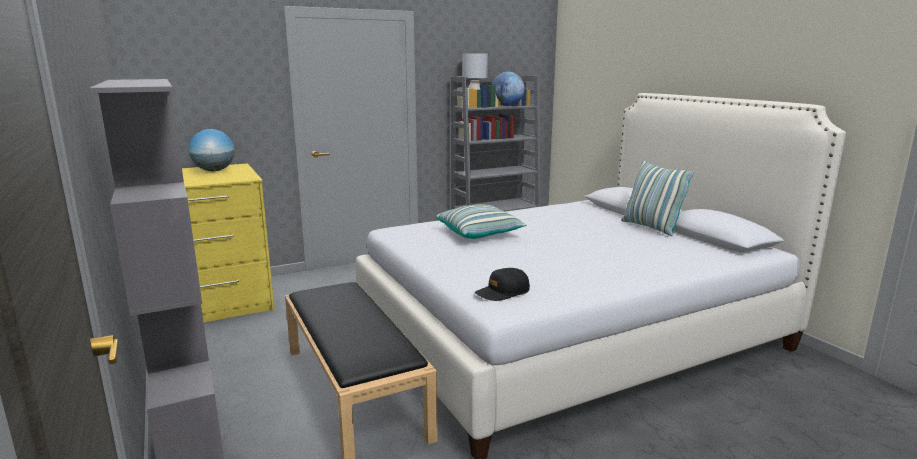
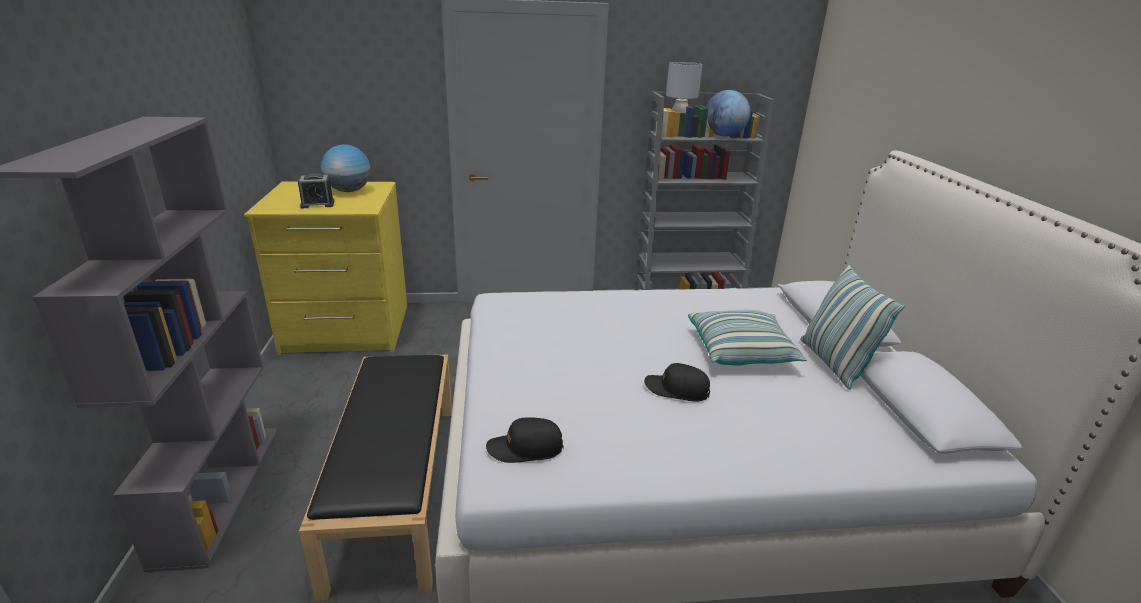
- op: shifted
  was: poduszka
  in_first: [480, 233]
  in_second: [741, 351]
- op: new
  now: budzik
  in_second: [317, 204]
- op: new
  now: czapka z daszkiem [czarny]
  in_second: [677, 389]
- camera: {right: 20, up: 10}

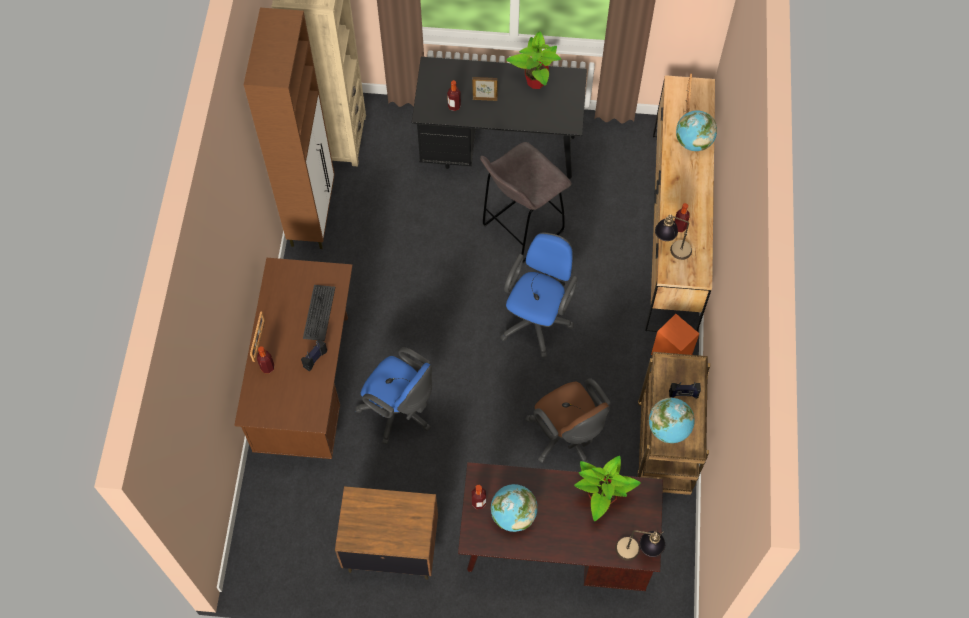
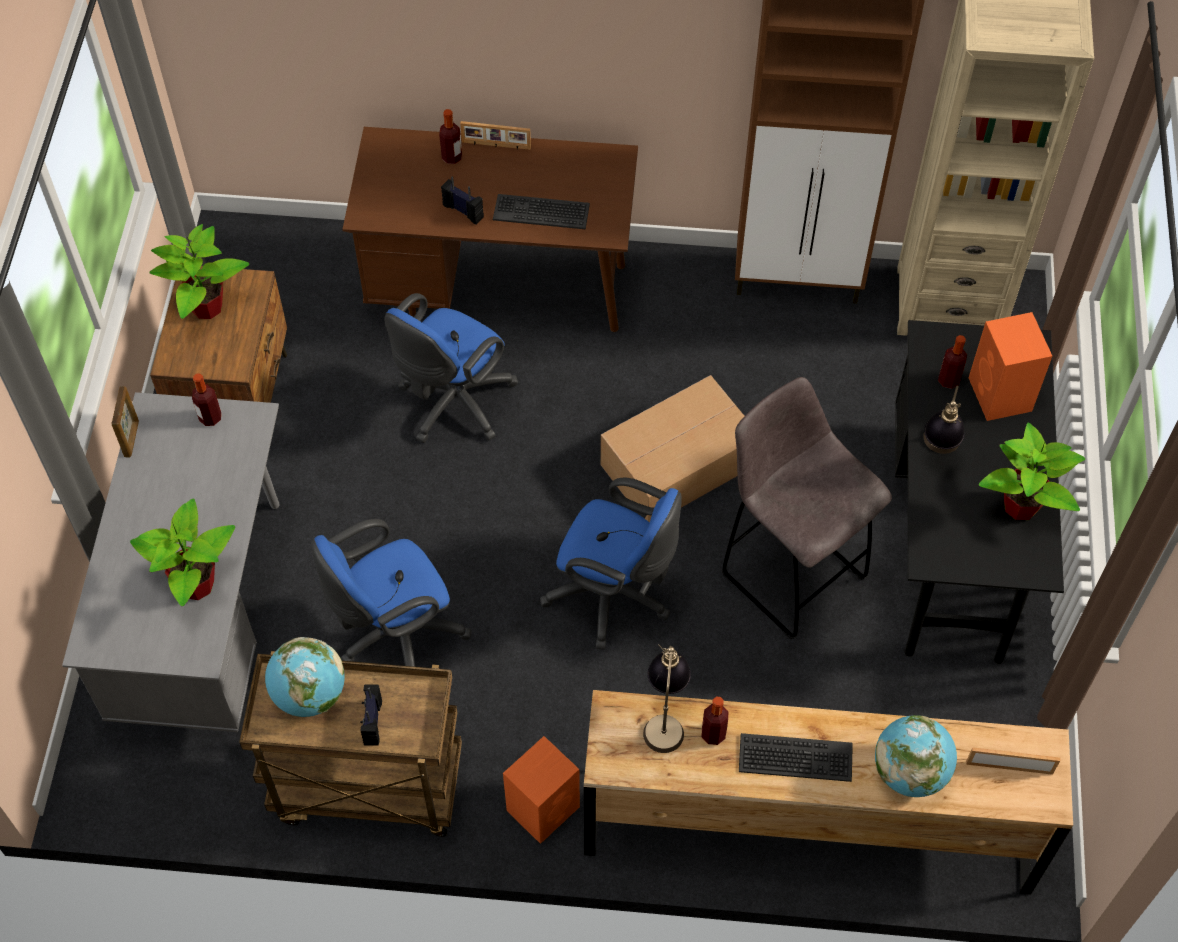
- op: shifted
  was: ramka na zdjęcie
  in_first: [485, 98]
  in_second: [132, 438]
- op: repainted
  was: krzesło biurowe [brązowy]
  now: krzesło biurowe [niebieski]
  in_first: [566, 437]
  in_second: [396, 635]
- op: repainted
  was: biurko [brązowy]
  now: biurko [szary]
  in_first: [555, 550]
  in_second: [207, 615]
- op: gone
  was: globus
  in_first: [513, 515]
- op: shifted
  was: lampa stołowa
  in_first: [637, 552]
  in_second: [938, 451]
- op: new
  now: roślina doniczkowa
  in_second: [206, 307]
- op: new
  now: głośnik [pomarańczowy]
  in_second: [1000, 396]
- op: new
  now: karton
  in_second: [680, 464]
- op: new
  now: klawiatura
  in_second: [795, 759]
- camera: {right: 90, up: -5}

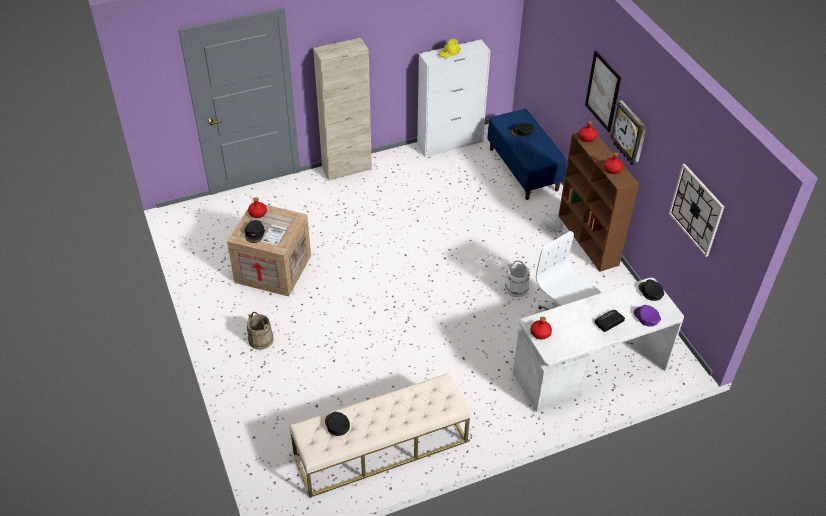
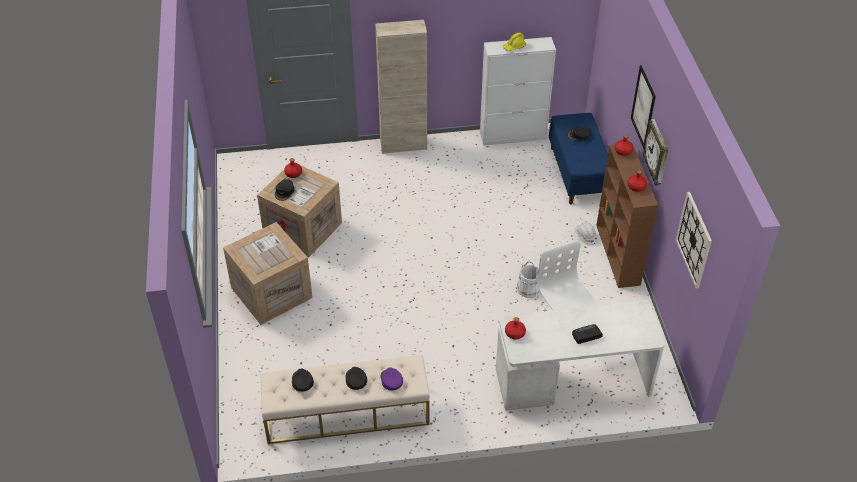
- op: shifted
  was: czapka z daszkiem [czarny]
  in_first: [650, 292]
  in_second: [355, 379]
- op: shifted
  was: czapka z daszkiem [fioletowy]
  in_first: [646, 317]
  in_second: [391, 380]
- op: swapped
  was: wiadro [beżowy]
  now: skrzynka
  in_first: [260, 339]
  in_second: [270, 292]
- camera: {right: 15, up: 0}

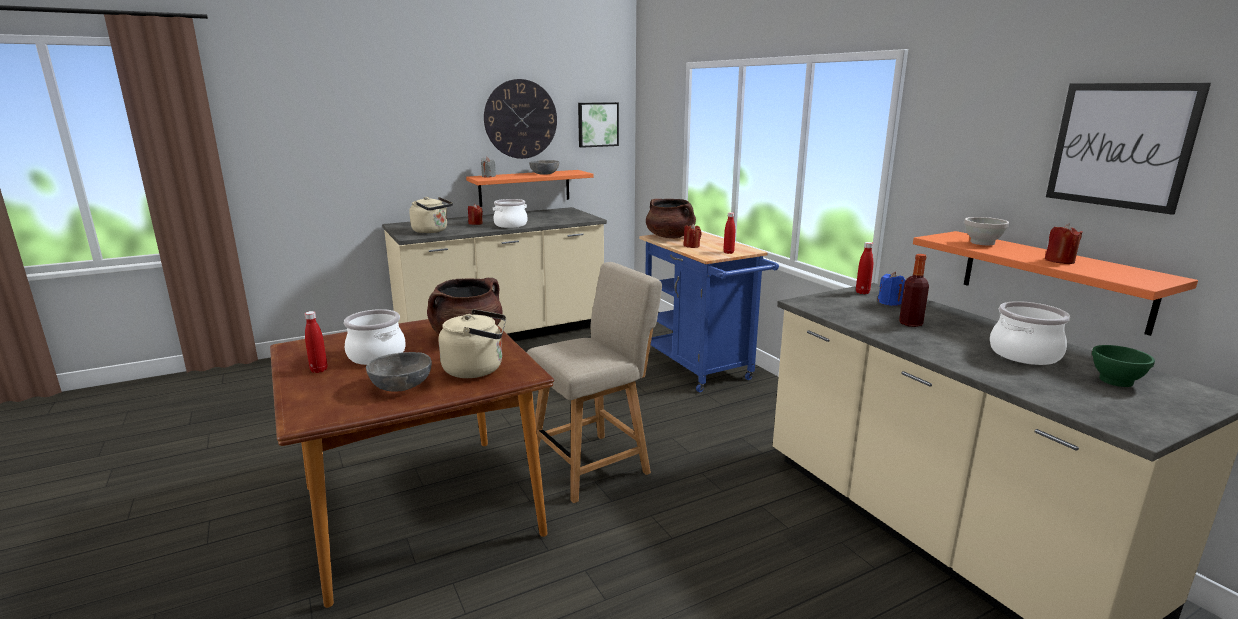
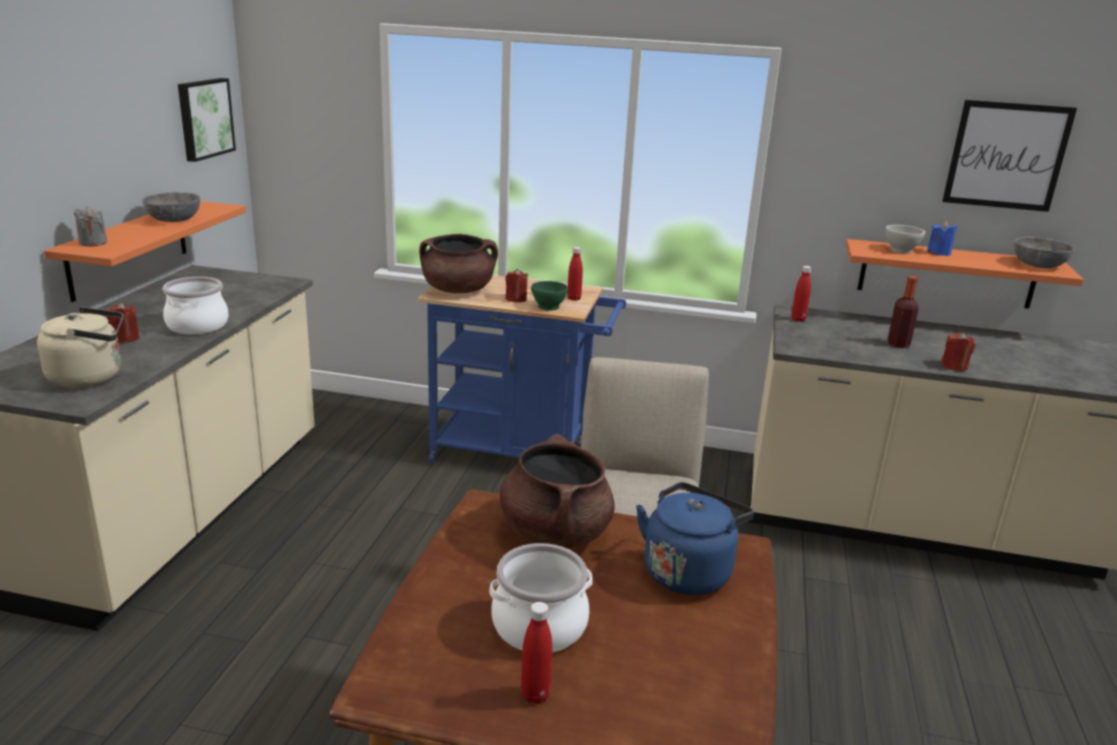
- op: gone
  was: zegar ścienny
  in_first: [520, 119]
- op: shifted
  was: świeca [czerwony]
  in_first: [1059, 261]
  in_second: [954, 366]
- op: shifted
  was: świeca [niebieski]
  in_first: [889, 302]
  in_second: [938, 253]
- op: gone
  was: garnek
  in_first: [1023, 354]
- op: repainted
  was: czajnik [beżowy]
  now: czajnik [niebieski]
  in_first: [477, 369]
  in_second: [688, 571]
- op: shifted
  was: miska [zielony]
  in_first: [1116, 381]
  in_second: [548, 307]
- op: shifted
  was: miska [szary]
  in_first: [402, 386]
  in_second: [1038, 265]
- camera: {right: -50, up: 5}

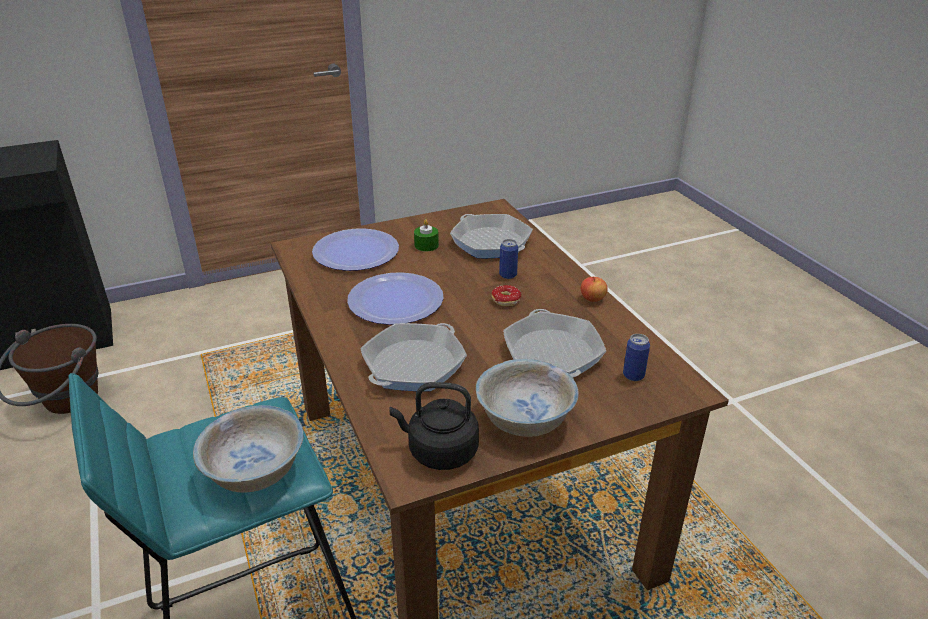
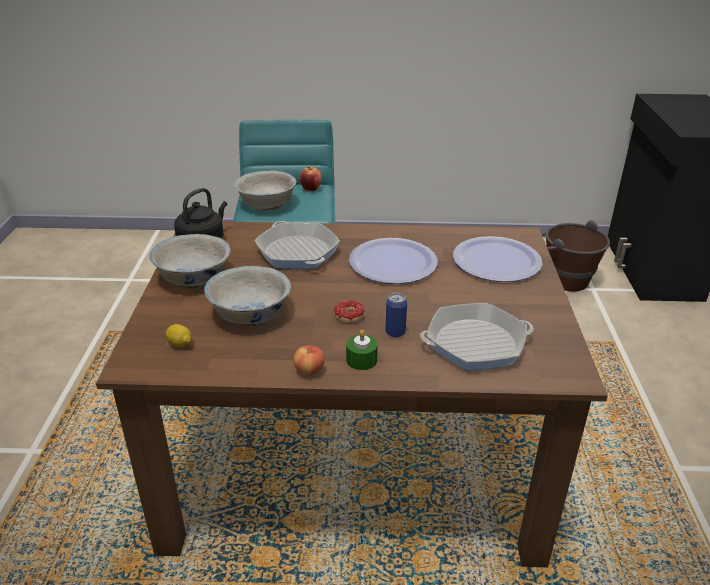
- op: shifted
  was: świeca [zielony]
  in_first: [426, 245]
  in_second: [361, 360]
- op: swapped
  was: patelnia
  now: miska [biały]
  in_first: [552, 353]
  in_second: [250, 314]
- op: swapped
  was: puszka
  now: cytryna
  in_first: [633, 375]
  in_second: [179, 344]
- op: new
  now: jabłko
  in_second: [311, 189]
- camera: {right: 115, up: 0}

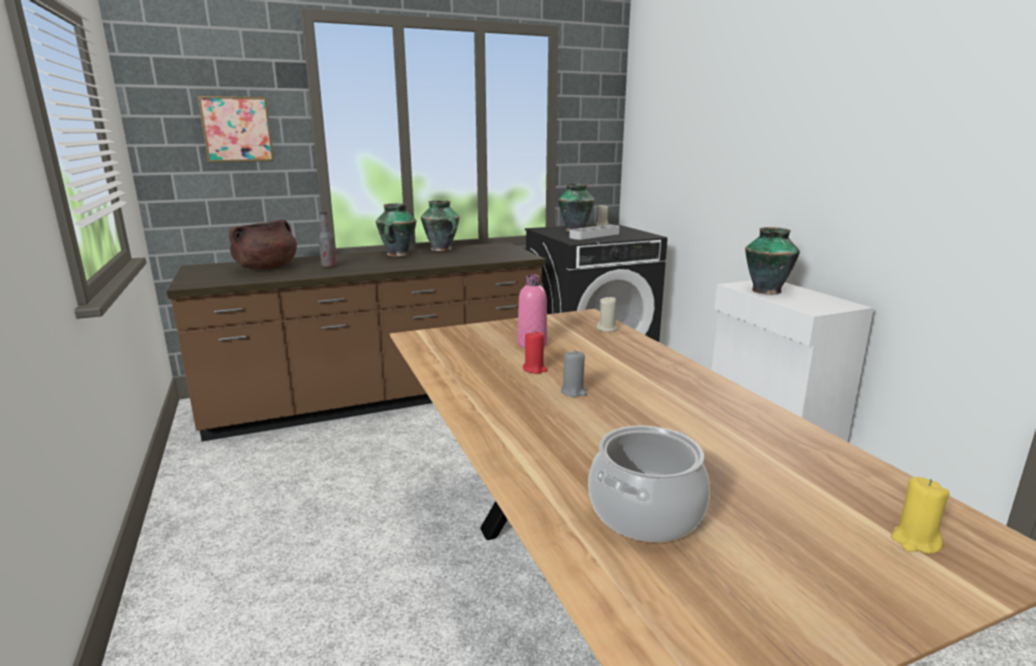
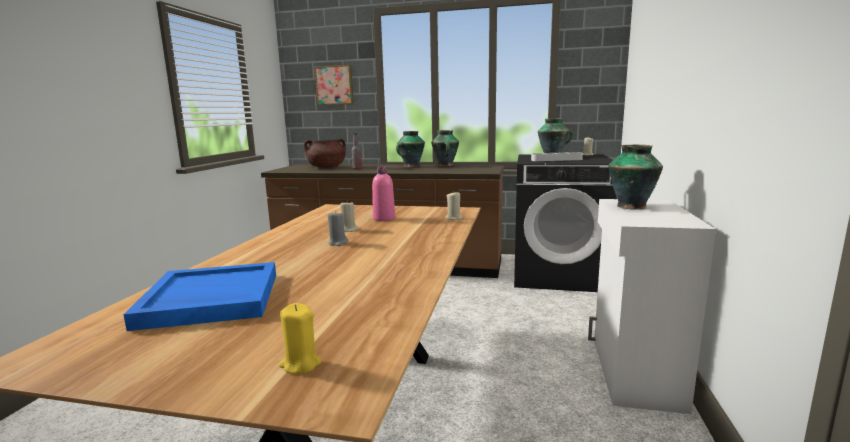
- op: repainted
  was: świeca [czerwony]
  now: świeca [beżowy]
  in_first: [534, 369]
  in_second: [349, 230]
- op: swapped
  was: garnek
  now: taca [niebieski]
  in_first: [646, 513]
  in_second: [210, 299]
- camera: {right: 35, up: -5}

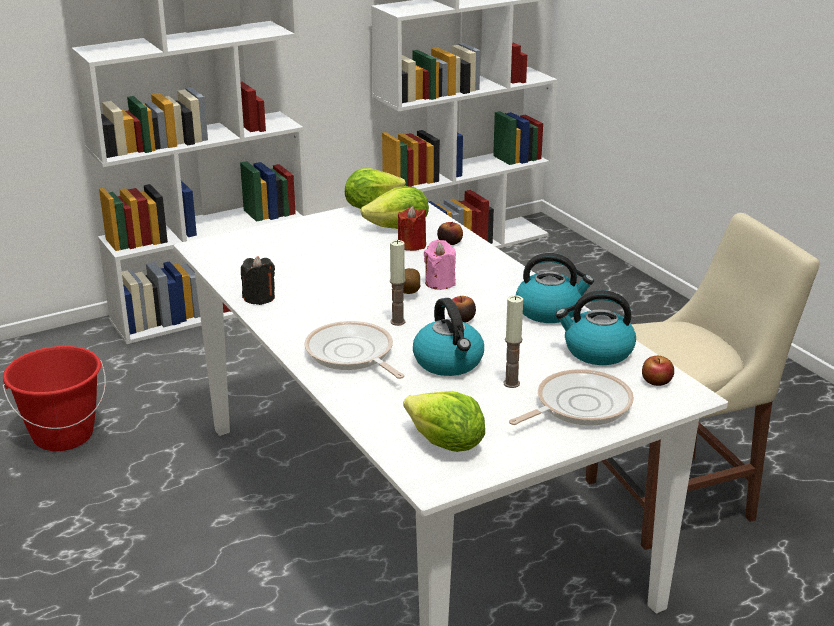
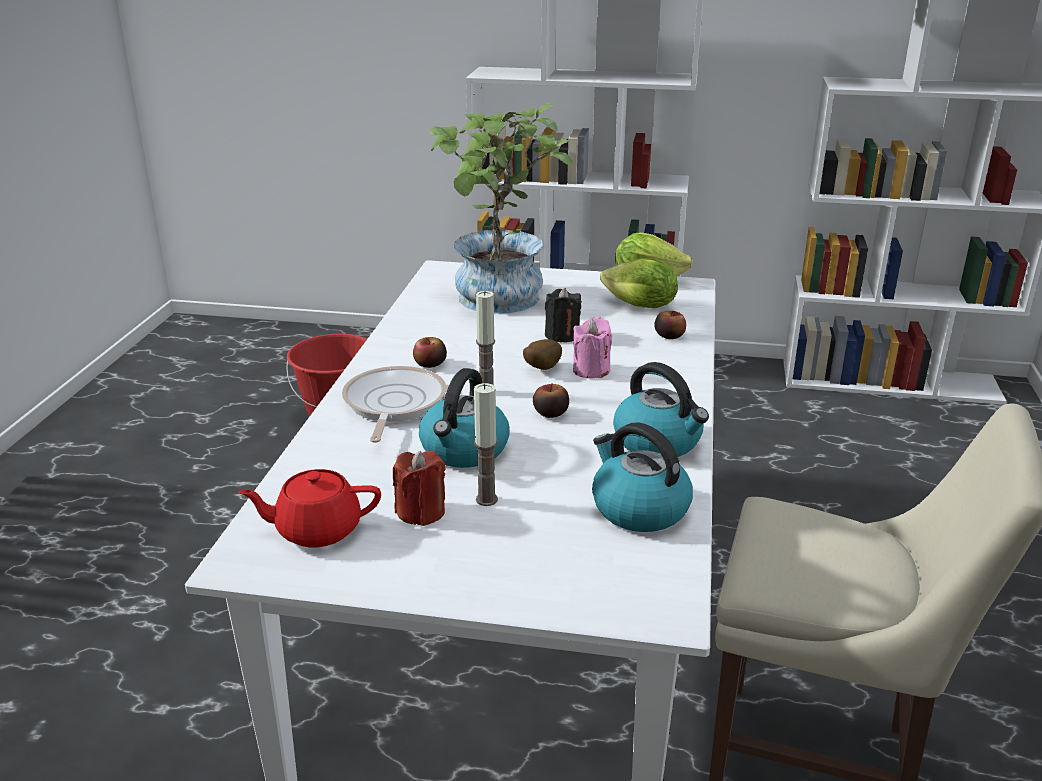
- op: shifted
  was: świeca [czerwony]
  in_first: [412, 245]
  in_second: [421, 512]
- op: shifted
  was: świeca [czarny]
  in_first: [259, 298]
  in_second: [562, 335]
- op: shifted
  was: jabłko
  in_first: [657, 381]
  in_second: [430, 364]
- op: gone
  was: patelnia
  in_first: [578, 406]
- op: swapped
  was: sałata
  now: imbryk [czerwony]
  in_first: [445, 444]
  in_second: [317, 530]
- op: new
  now: roślina doniczkowa
  in_second: [499, 302]
- camera: {right: 40, up: 0}

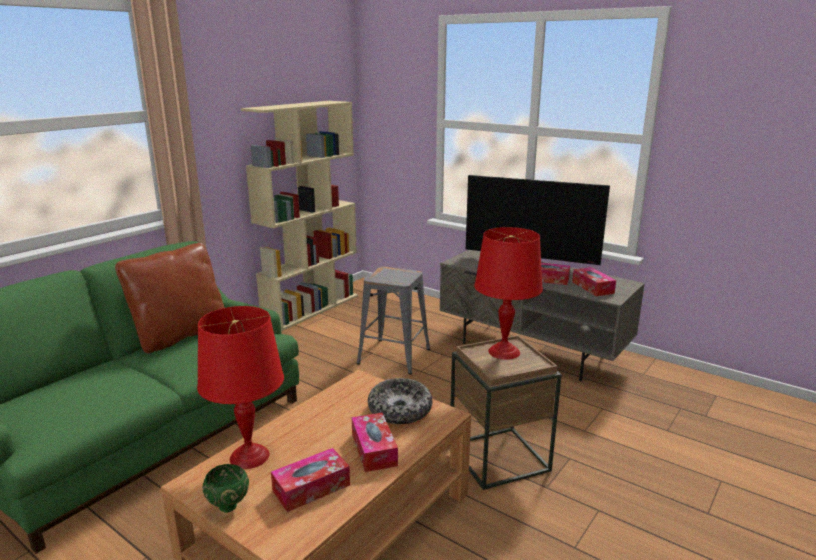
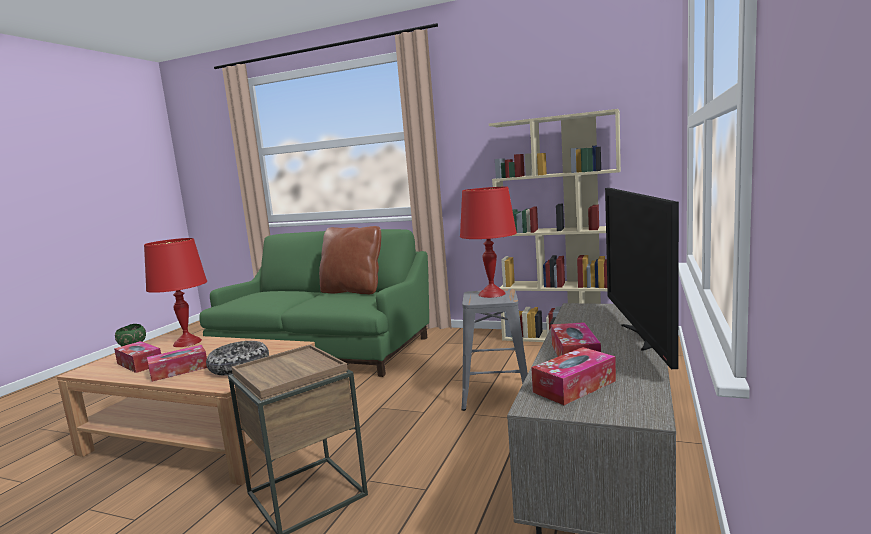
- op: shifted
  was: lampa stołowa [czerwony]
  in_first: [504, 351]
  in_second: [492, 294]
- camera: {right: 75, up: -10}

